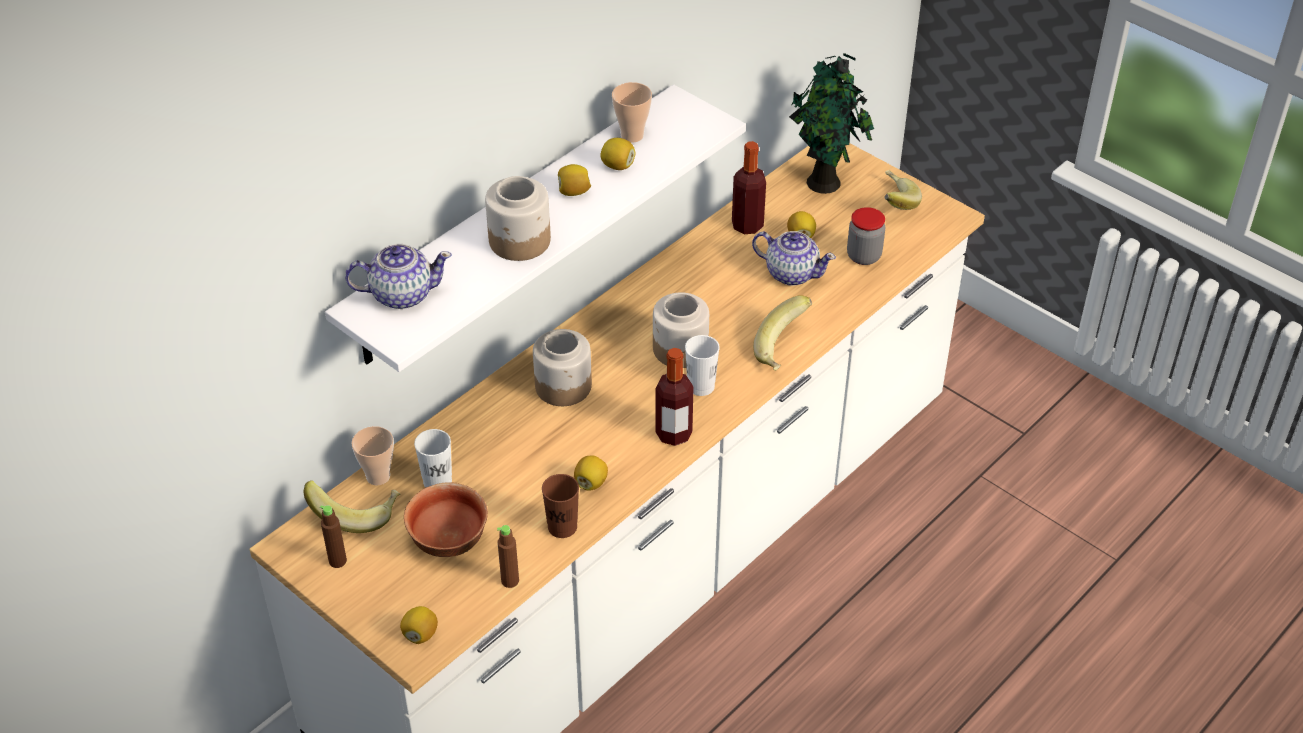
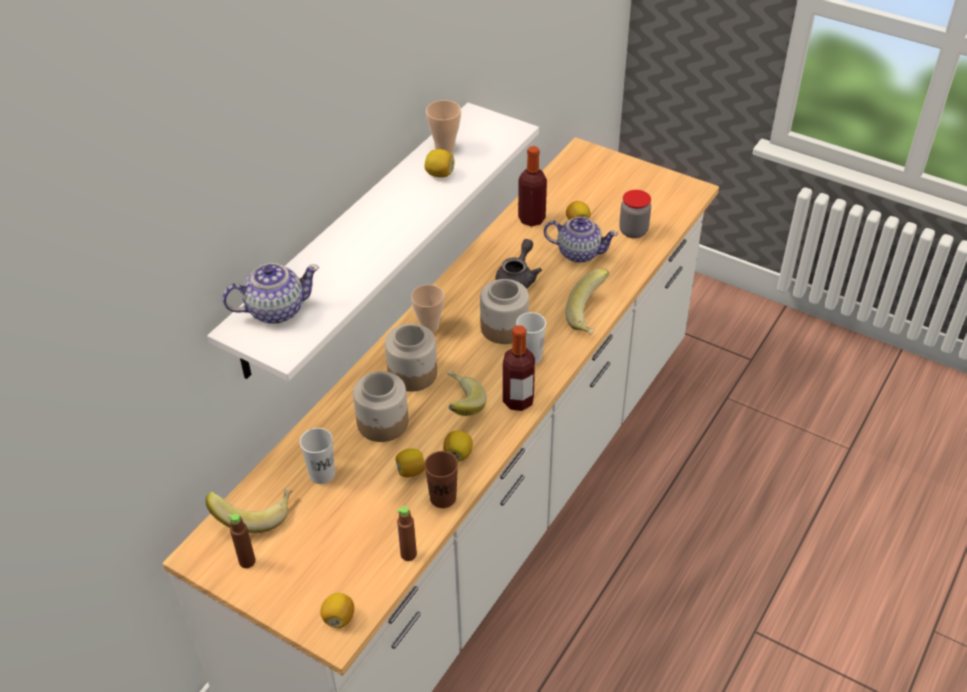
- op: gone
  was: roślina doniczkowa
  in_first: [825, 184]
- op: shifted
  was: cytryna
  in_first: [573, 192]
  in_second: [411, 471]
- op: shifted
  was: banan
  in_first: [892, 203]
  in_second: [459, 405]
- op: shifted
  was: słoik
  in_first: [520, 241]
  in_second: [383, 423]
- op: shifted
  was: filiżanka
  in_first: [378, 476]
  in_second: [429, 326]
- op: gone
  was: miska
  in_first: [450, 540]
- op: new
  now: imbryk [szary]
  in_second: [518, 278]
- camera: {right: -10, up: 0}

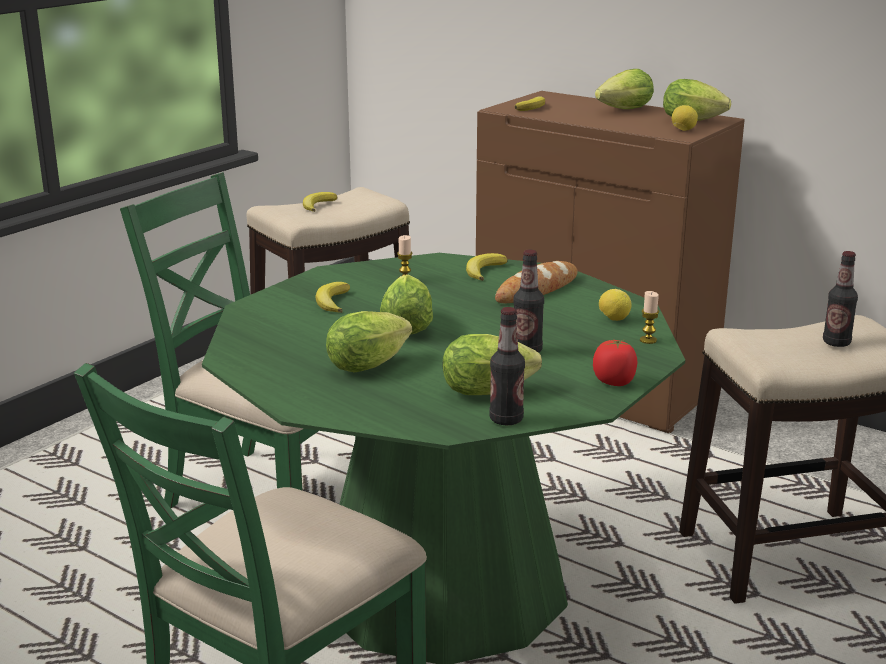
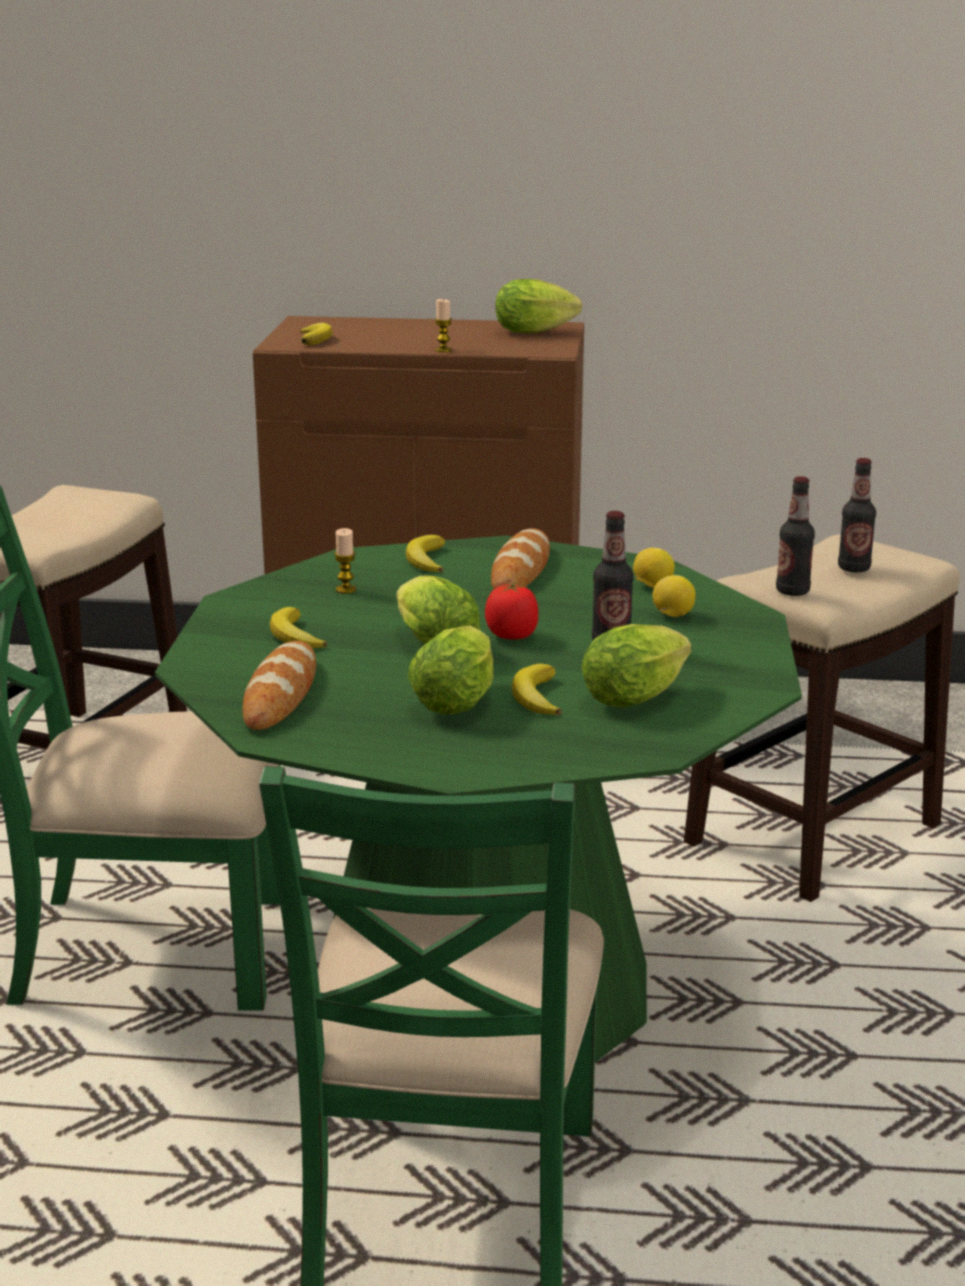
- op: gone
  was: sałata
  in_first: [622, 110]
- op: shifted
  was: cytryna
  in_first: [683, 130]
  in_second: [673, 615]
- op: shifted
  was: banan
  in_first: [317, 205]
  in_second: [536, 697]
- op: shifted
  was: świeca
  in_first: [648, 340]
  in_second: [443, 350]
- op: shifted
  was: butelka
  in_first: [506, 419]
  in_second: [792, 591]
- op: shifted
  was: pomidor
  in_first: [614, 382]
  in_second: [512, 636]
- op: new
  now: chleb
  in_second: [280, 694]
- camera: {right: -30, up: 0}

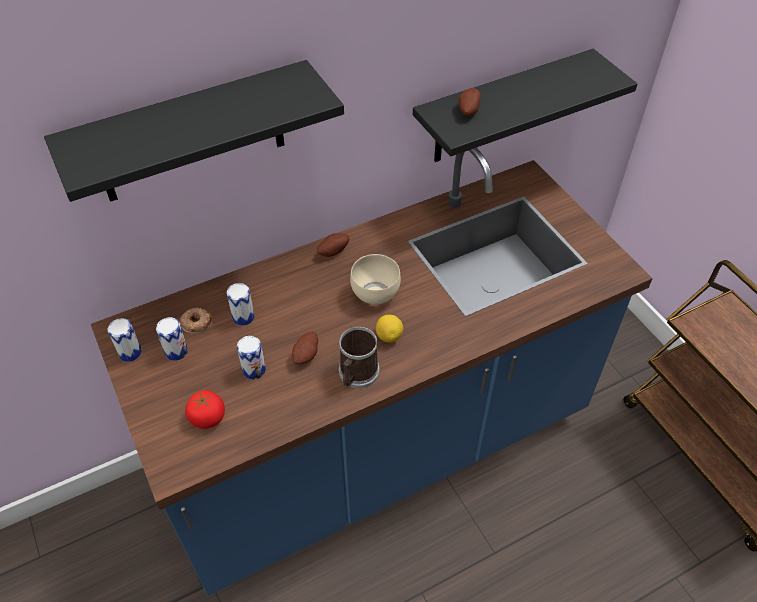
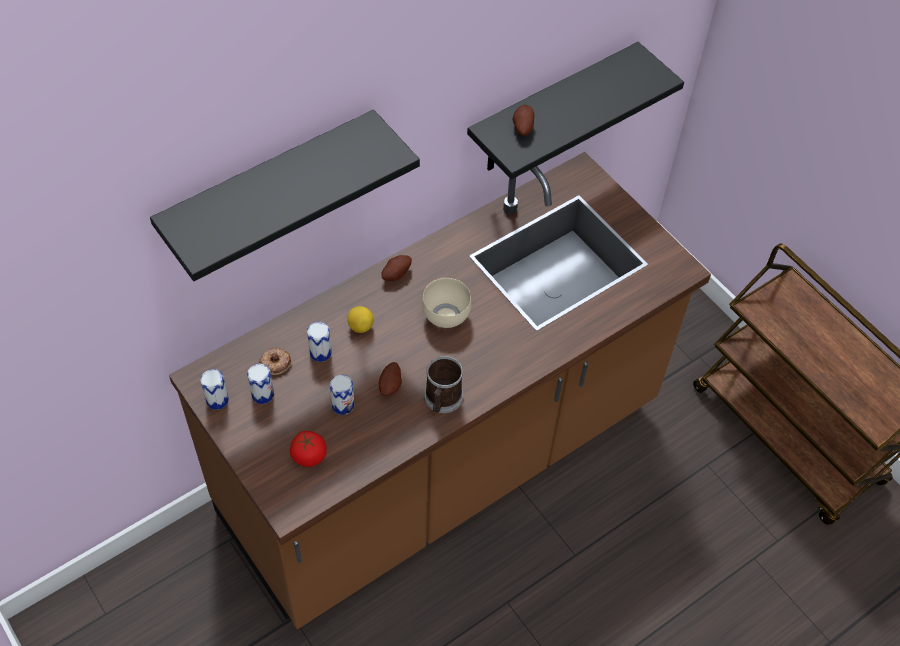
- op: repainted
  was: zabudowa kuchenna [niebieski]
  now: zabudowa kuchenna [brązowy]
  in_first: [378, 448]
  in_second: [443, 463]
- op: shifted
  was: cytryna
  in_first: [389, 336]
  in_second: [360, 326]
- camera: {right: -10, up: 5}

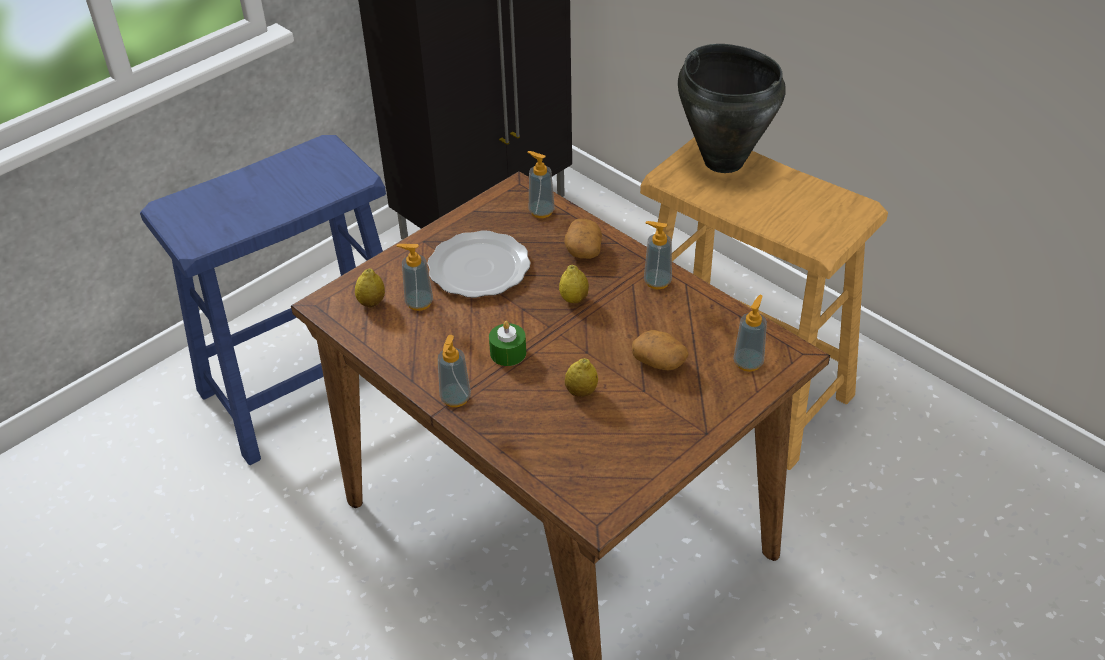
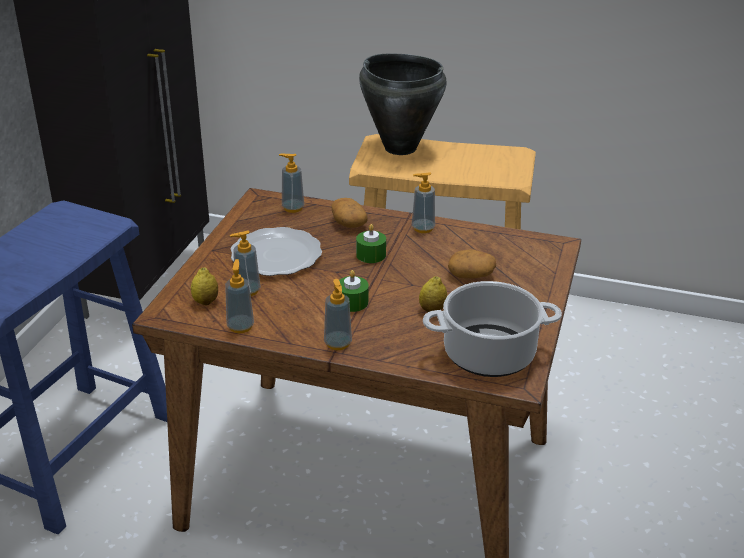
- op: swapped
  was: cytryna
  now: świeca [zielony]
  in_first: [574, 299]
  in_second: [371, 255]
- op: shifted
  was: dozownik mydła
  in_first: [748, 362]
  in_second: [240, 326]
- op: new
  now: garnek
  in_second: [490, 353]
- camera: {right: -30, up: -10}

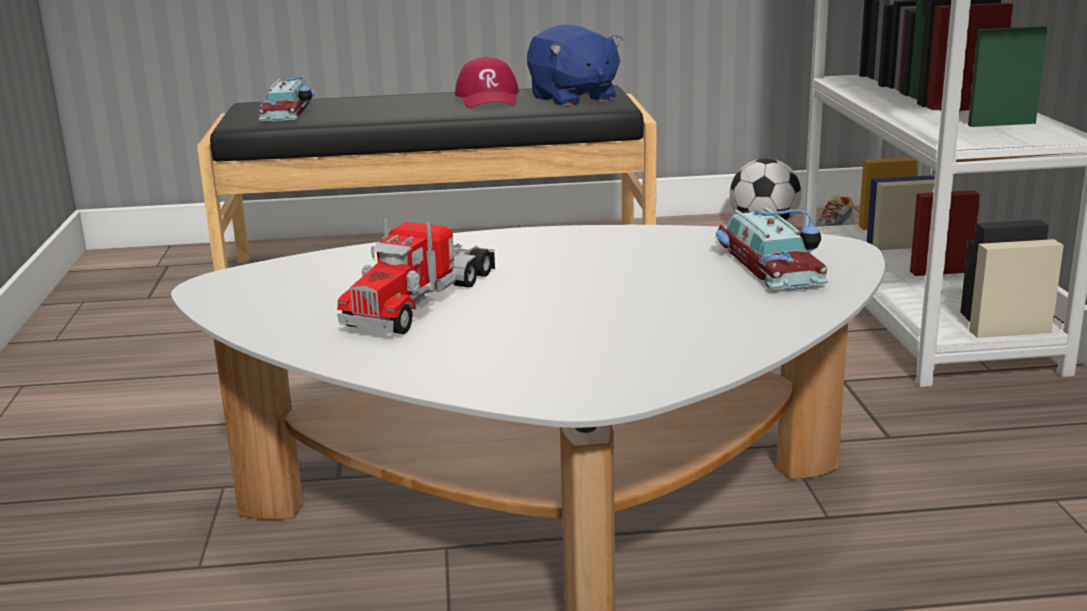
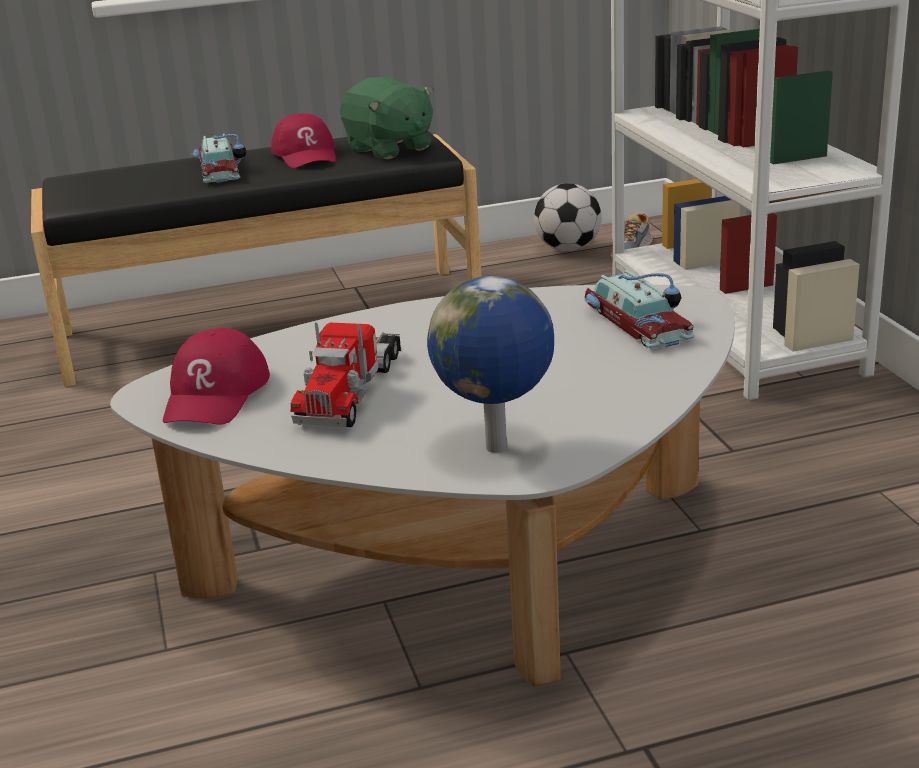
- op: repainted
  was: pluszak [niebieski]
  now: pluszak [zielony]
  in_first: [573, 99]
  in_second: [389, 149]
- op: shifted
  was: samochodzik
  in_first: [289, 112]
  in_second: [222, 169]
- op: new
  now: globus
  in_second: [498, 449]
- op: new
  now: czapka z daszkiem [czerwony]
  in_second: [216, 394]
- camera: {right: -10, up: 5}

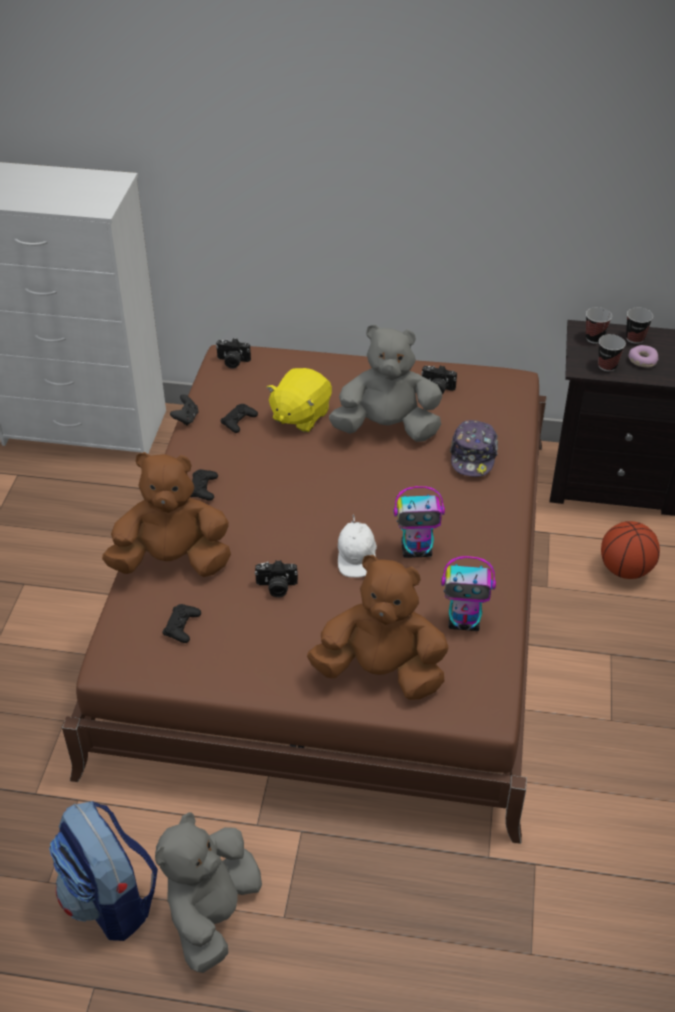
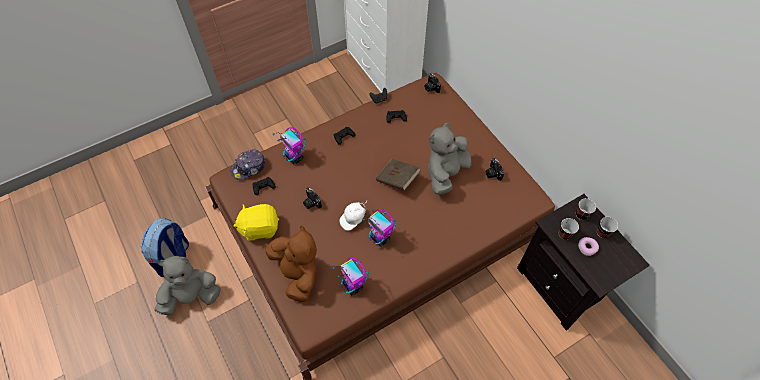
- op: rotated
  was: pluszak [szary]
  in_first: [387, 428]
  in_second: [445, 173]
  clockwise: -105
- op: shifted
  was: pluszak [żółty]
  in_first: [300, 416]
  in_second: [259, 228]
- op: shifted
  was: czapka z daszkiem
  in_first: [473, 456]
  in_second: [249, 168]
- op: swapped
  was: pluszak [brązowy]
  now: robot zabawkowy
  in_first: [172, 561]
  in_second: [294, 157]
- op: gone
  was: piłka do koszykówki
  in_first: [625, 569]
- op: new
  now: książka [brązowy]
  in_second: [397, 180]
- camera: {right: 50, up: 15}

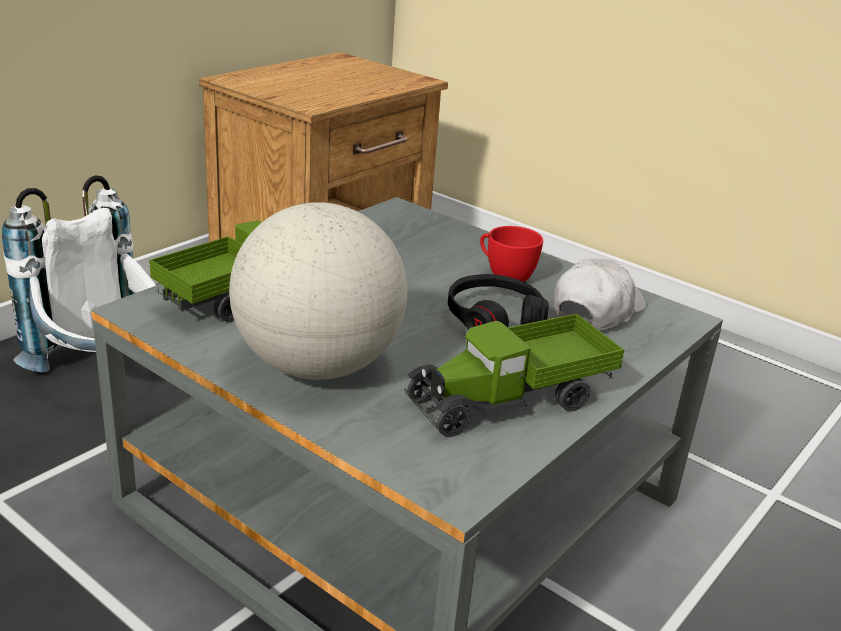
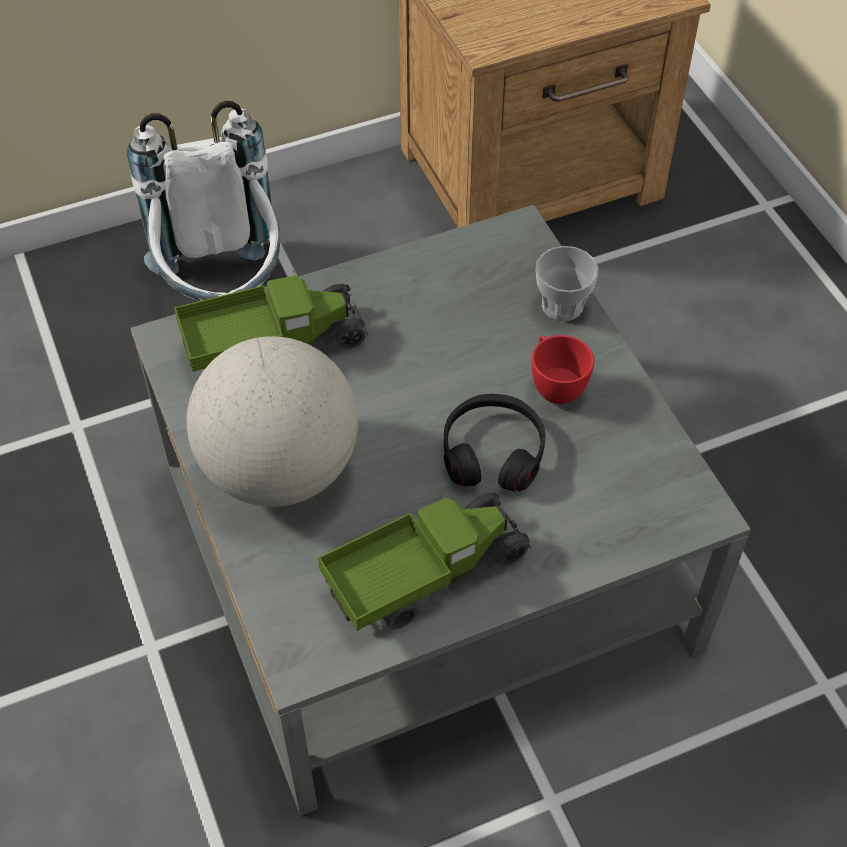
- op: gone
  was: czapka z daszkiem [biały]
  in_first: [597, 310]
- op: rotated
  was: ciężarówka zabawkowa
  in_first: [511, 400]
  in_second: [425, 574]
  clockwise: 150
- op: new
  now: filiżanka
  in_second: [562, 305]
- camera: {right: 30, up: 25}

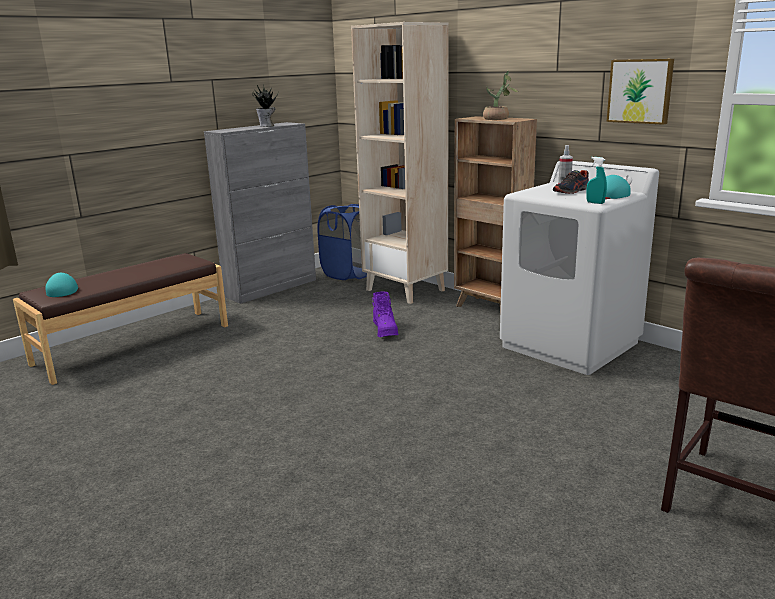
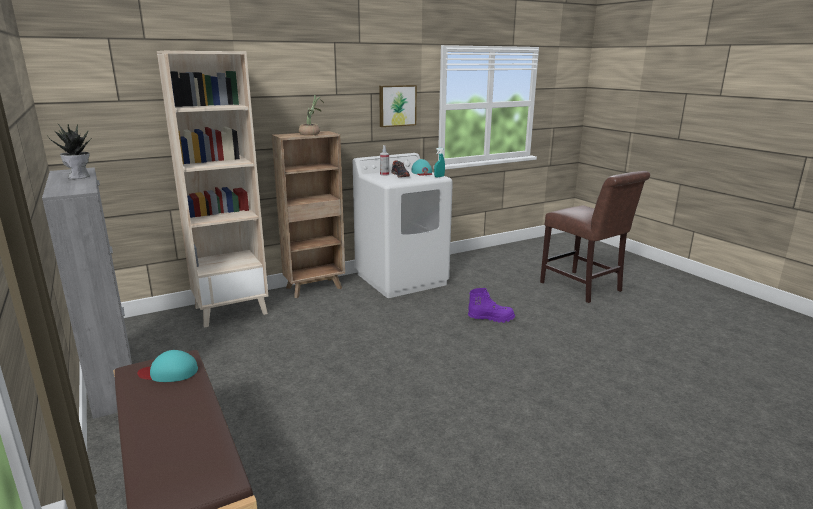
- op: gone
  was: kosz na pranie [niebieski]
  in_first: [349, 274]
- op: shifted
  was: czapka z daszkiem [turkusowy]
  in_first: [62, 290]
  in_second: [169, 372]
- op: shifted
  was: but z cholewką [fioletowy]
  in_first: [385, 330]
  in_second: [491, 318]
- camera: {right: -75, up: 0}

